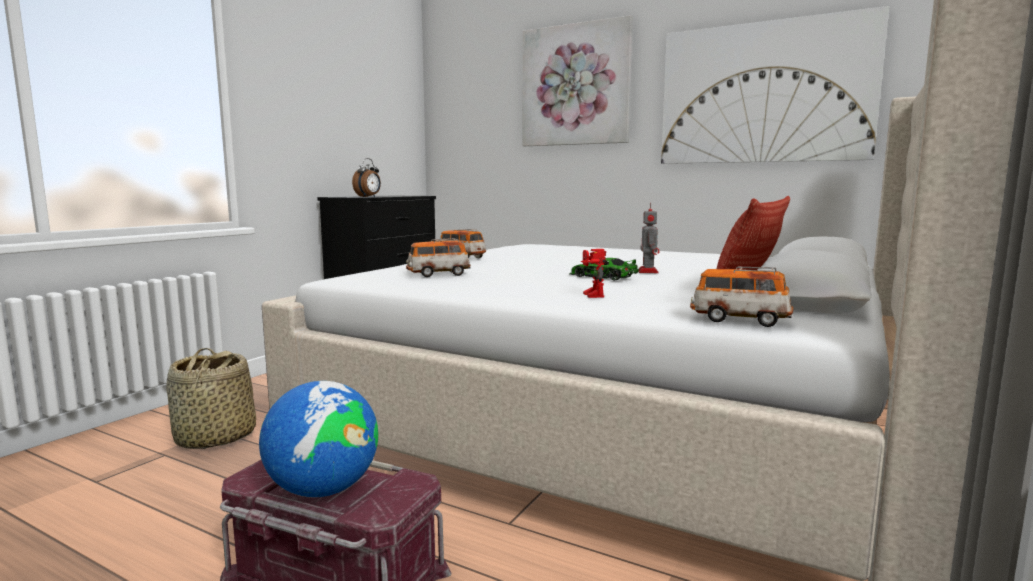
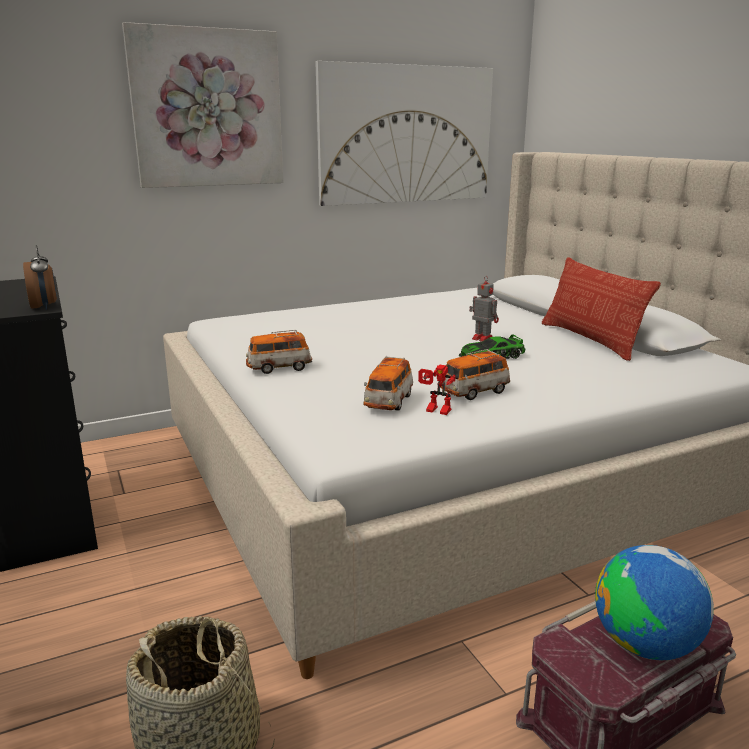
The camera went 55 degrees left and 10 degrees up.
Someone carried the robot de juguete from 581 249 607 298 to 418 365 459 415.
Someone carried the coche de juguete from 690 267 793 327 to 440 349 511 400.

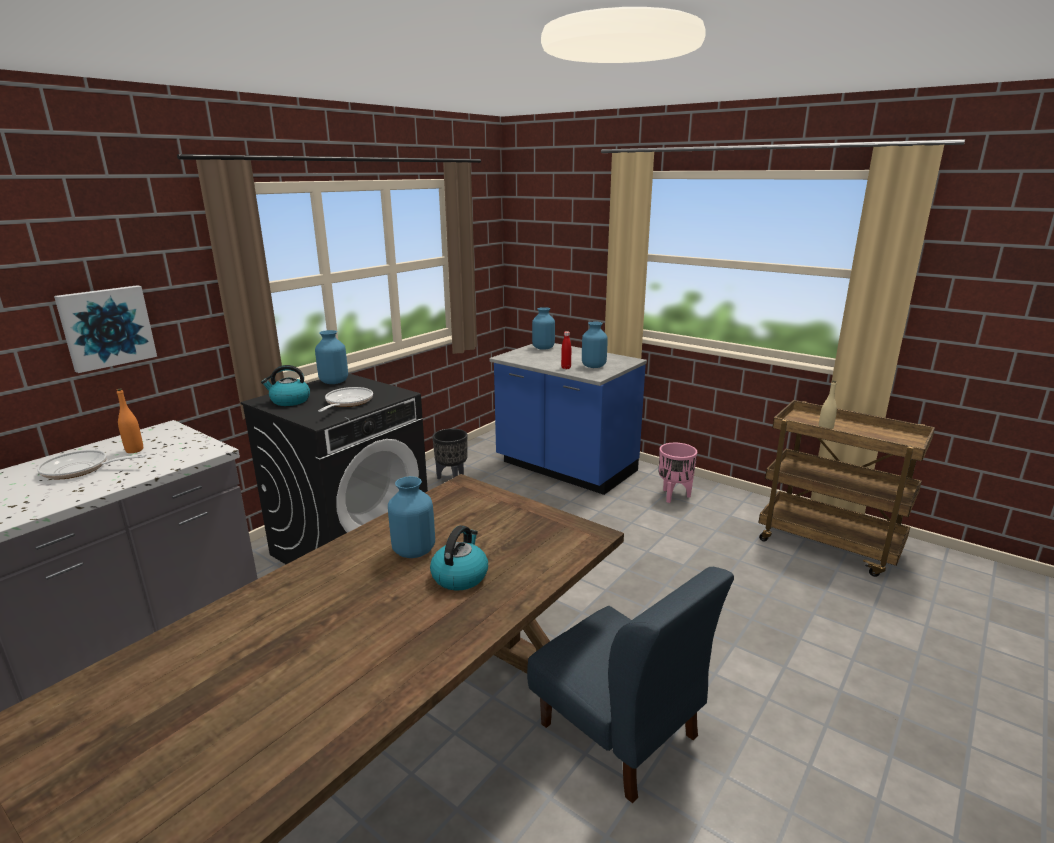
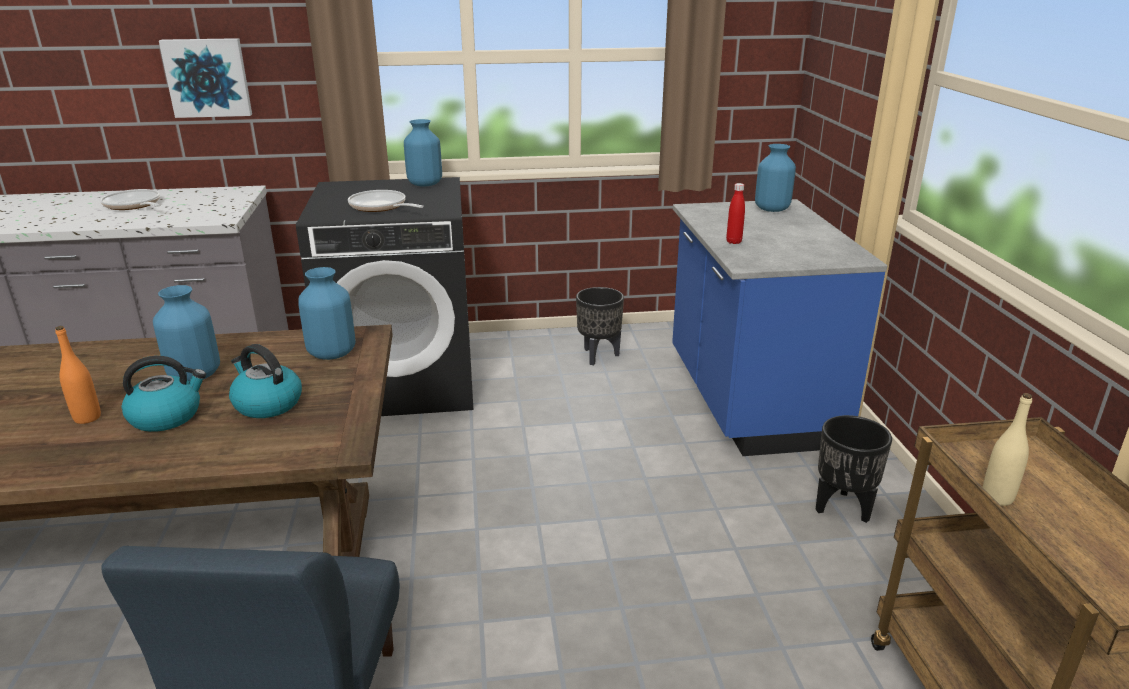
The camera went 45 degrees right and 5 degrees up.
Someone carried the botella (naranja) from 117 389 143 453 to 55 326 101 424.
Someone carried the hervidor from 261 365 310 406 to 229 344 302 418.
Someone carried the florero (azul) from 582 322 608 368 to 298 267 355 360.
Someone rotated the sartén at 318 387 373 412 by 105 degrees counterclockwise.
Someone repainted the maceta (rosa) at 659 443 697 503, which became the maceta (negro) at 816 415 892 523.

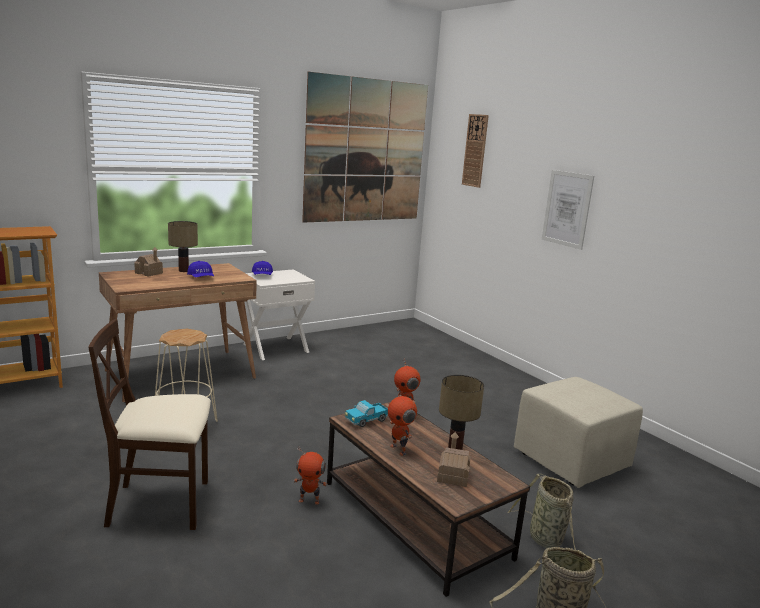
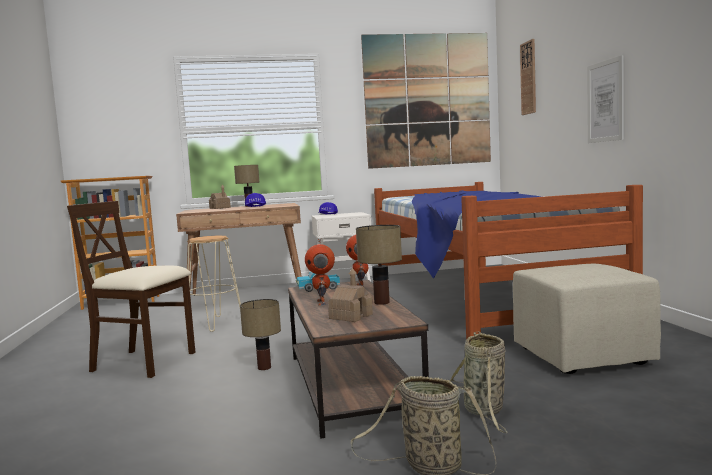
The camera went 25 degrees right and 10 degrees down.
Someone swapped the robot de juguete at 294 447 327 505 for the lámpara de mesa at 240 299 281 370.
Someone put down the cama at 374 182 643 339.

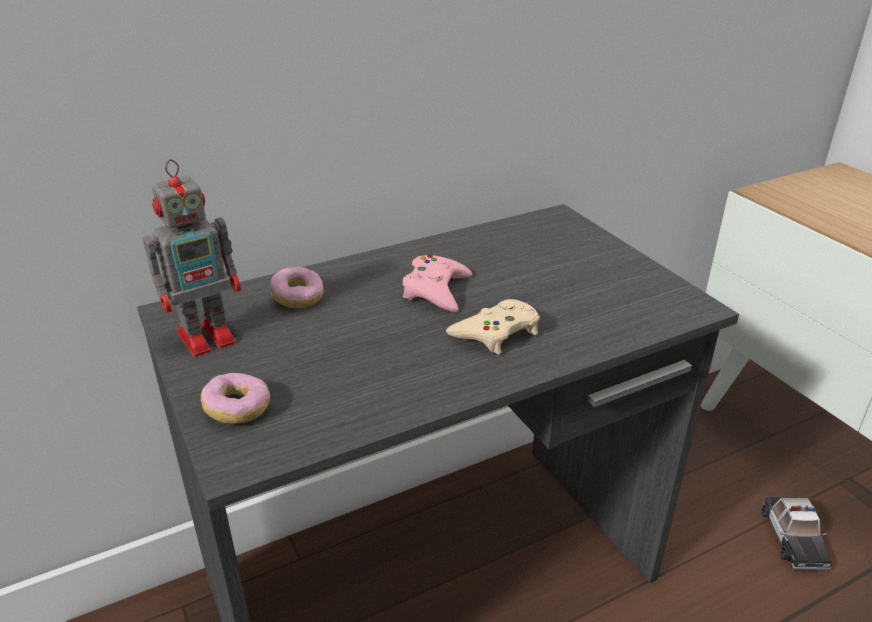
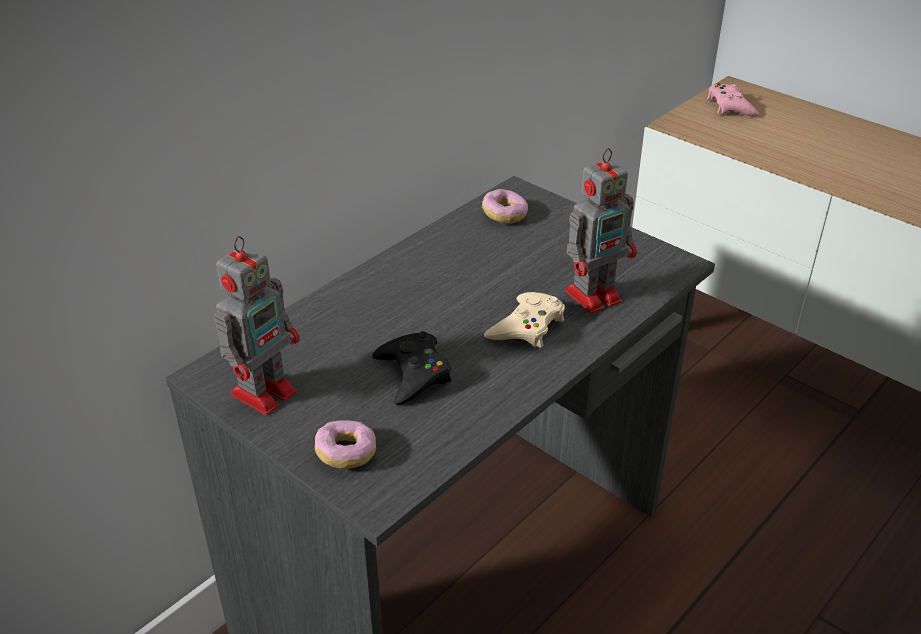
The camera went 20 degrees left and 5 degrees up.
Someone put down the mando de consola (negro) at 372 331 451 405.
Someone carried the rosquilla from 270 267 324 308 to 482 189 528 224.
Someone put down the robot de juguete at 565 148 637 314.
Someone carried the mando de consola (rosa) from 403 254 472 312 to 707 83 759 117.
Someone took away the coche de juguete at 762 497 832 571.

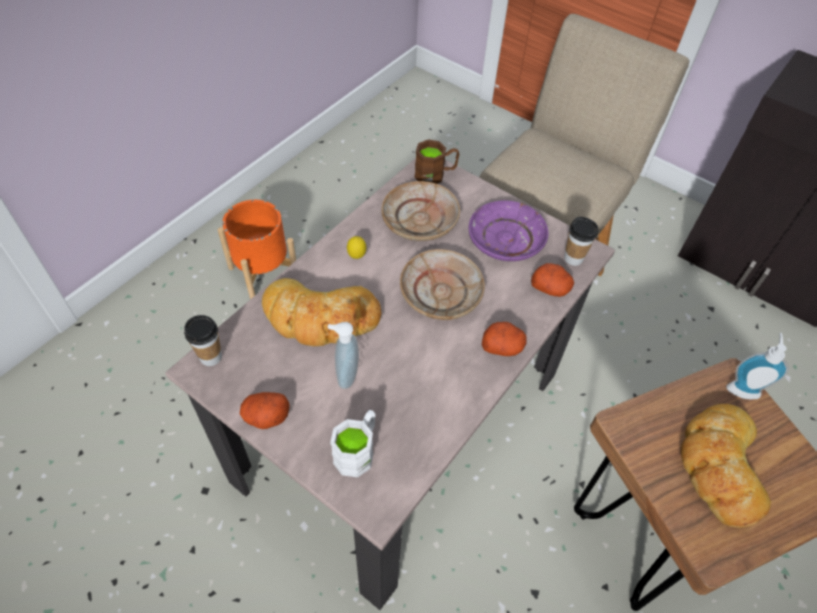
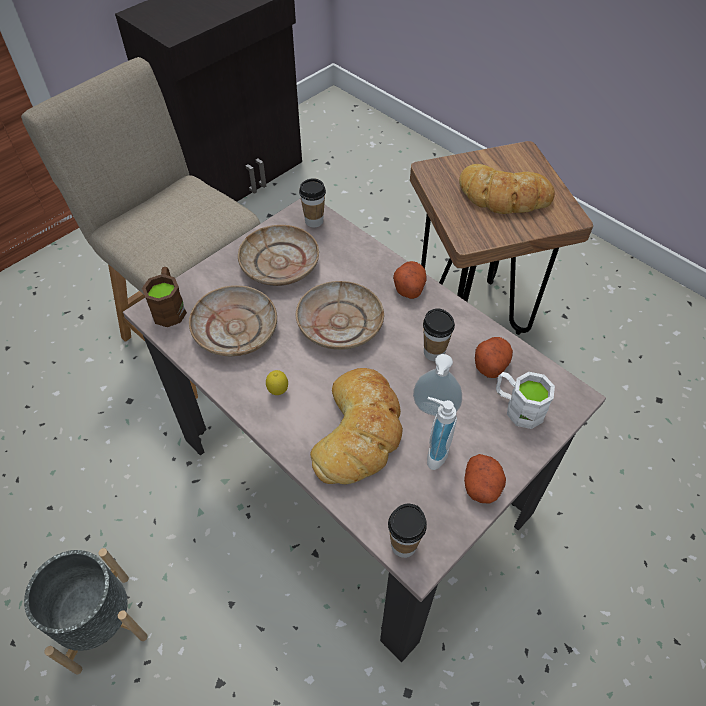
The camera went 80 degrees left and 0 degrees up.
Someone repainted the maceta (naranja) at 218 200 296 299, which became the maceta (gris) at 24 548 148 674.
Someone repainted the plato (morado) at 469 200 549 261, which became the plato (beis) at 238 225 319 286.
Someone put down the taza at 423 308 455 361.
Someone carried the dispensador de jabón from 726 333 789 400 to 427 397 457 470.
Someone carried the patata from 531 263 574 297 to 475 337 513 378.

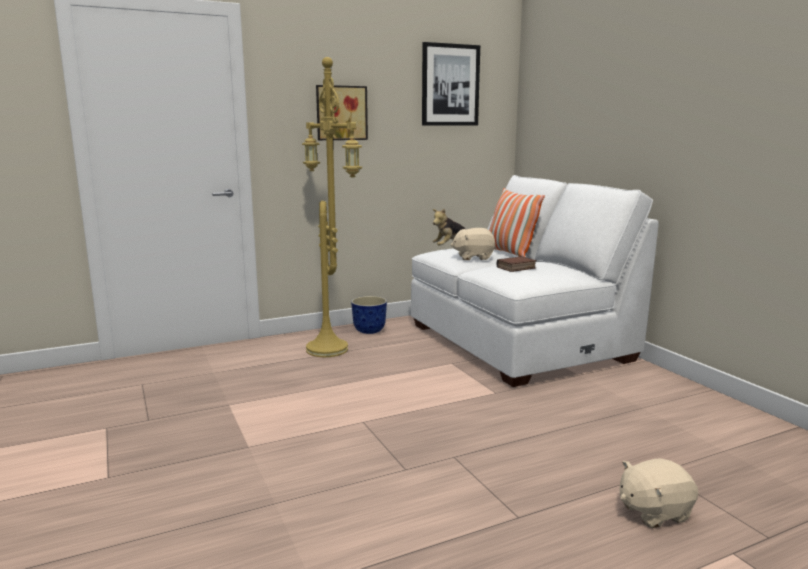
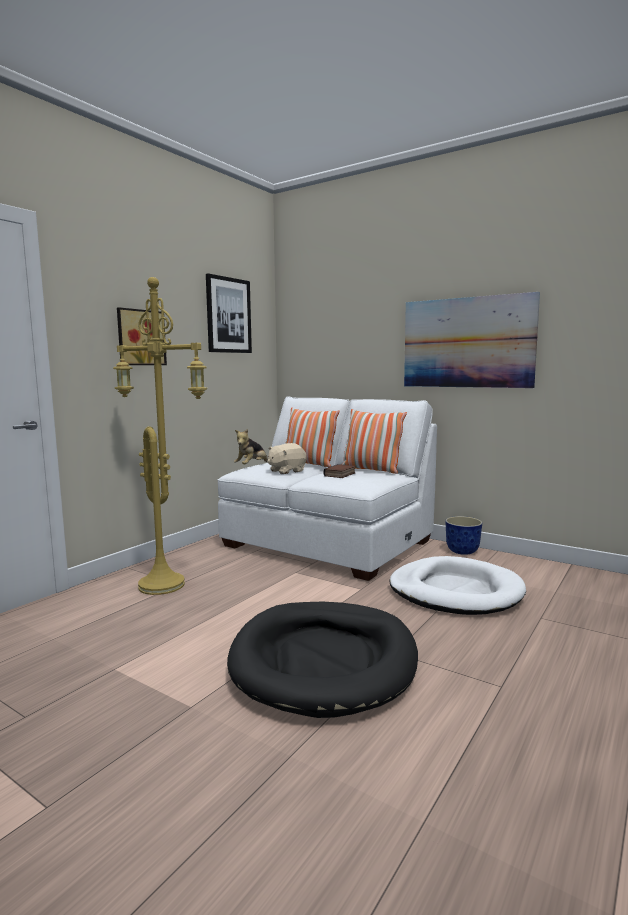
The camera went 30 degrees left and 5 degrees down.
Someone put down the cama para perro (negro) at 227 602 418 718.
Someone put down the cojín at 341 409 407 474.
Someone put down the cama para perro (blanco) at 390 556 526 615.
Someone put up the cuadro at 404 292 540 388.
Someone carried the maceta from 351 296 387 334 to 445 516 482 555.
Someone took away the peluche (beis) at 620 458 698 528.

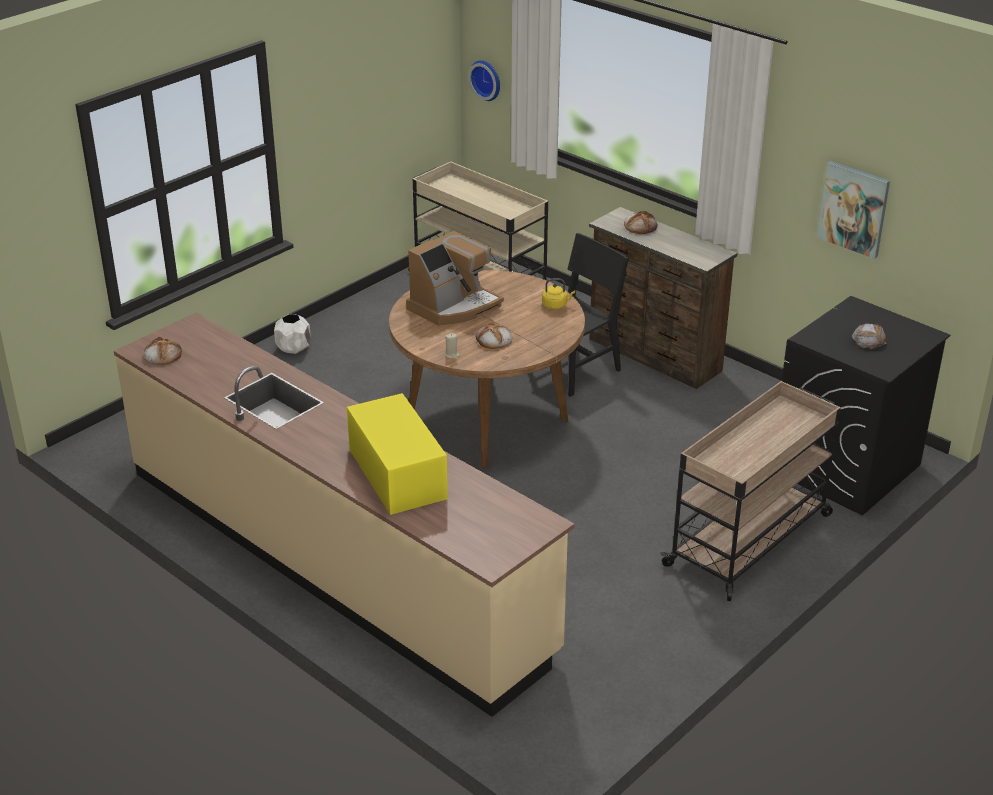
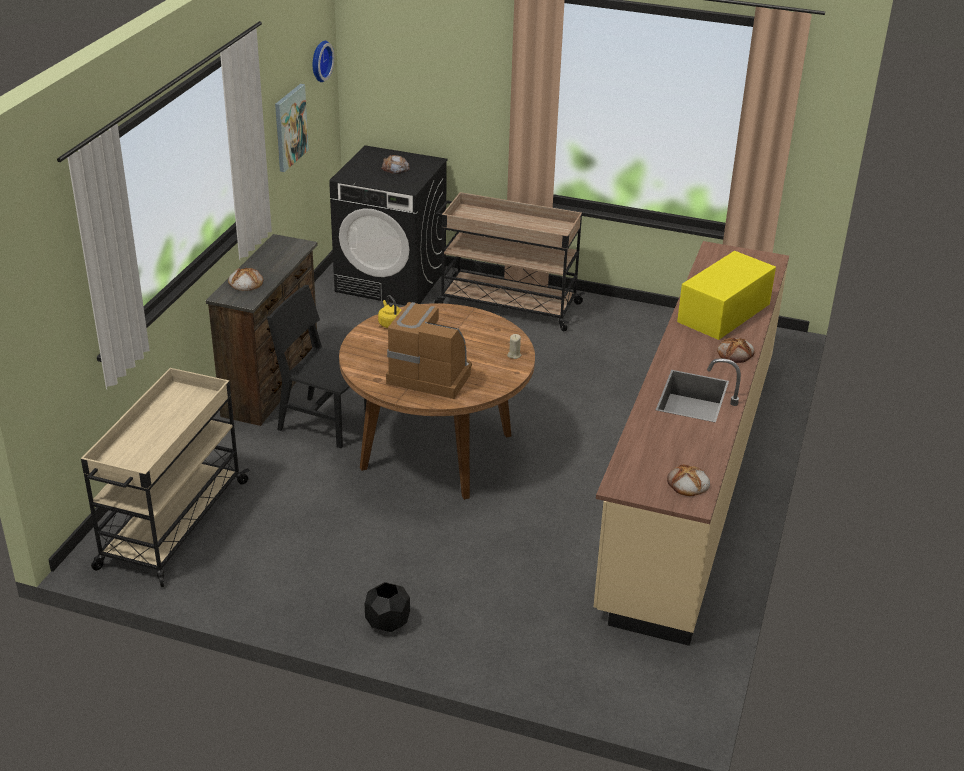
The camera went 115 degrees left and 0 degrees up.
Someone carried the reloj de pared from 468 60 500 101 to 313 41 334 82.
Someone repainted the maceta (blanco) at 274 314 311 354, which became the maceta (negro) at 365 582 410 632.
Someone carried the pan from 475 323 512 349 to 717 338 755 363.

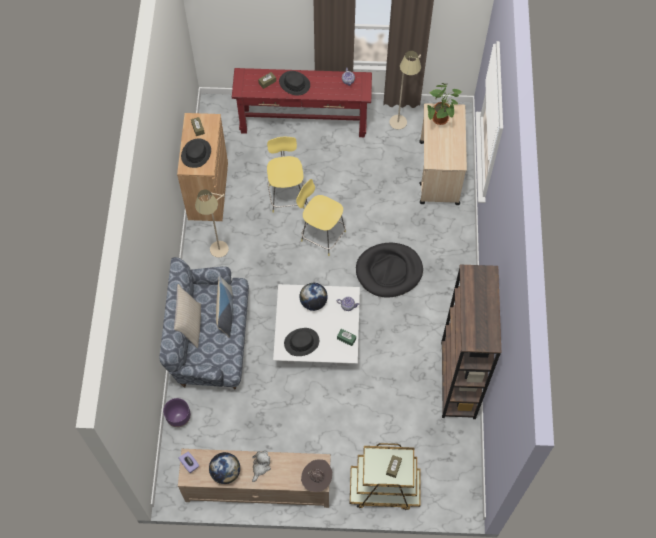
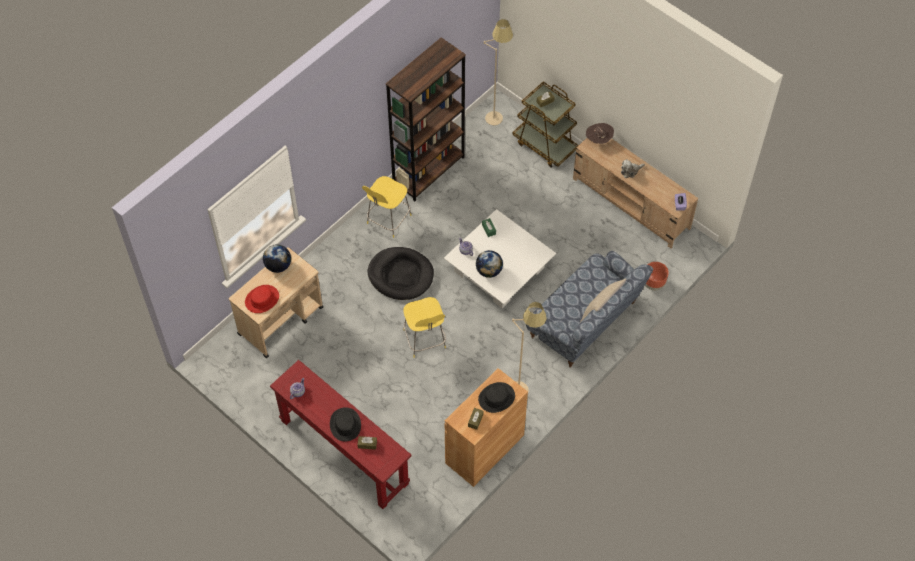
The camera went 140 degrees left and 5 degrees down.
Someone swapped the planta en maceta at 427 83 462 125 for the sombrero (rojo) at 245 285 279 313.
Someone carried the globo terráqueo from 209 452 240 484 to 263 244 291 273.
Someone carried the taburete (amarillo) from 267 137 305 213 to 362 176 411 238.
Someone carried the lámpara de pie (beis) from 389 51 421 130 to 484 19 513 125.
Someone repainted the maceta (morado) at 163 398 191 428, which became the maceta (marrón) at 645 262 669 291.
Someone took away the cojín at 216 275 233 338.
Someone took away the sombrero (negro) at 284 328 319 356.

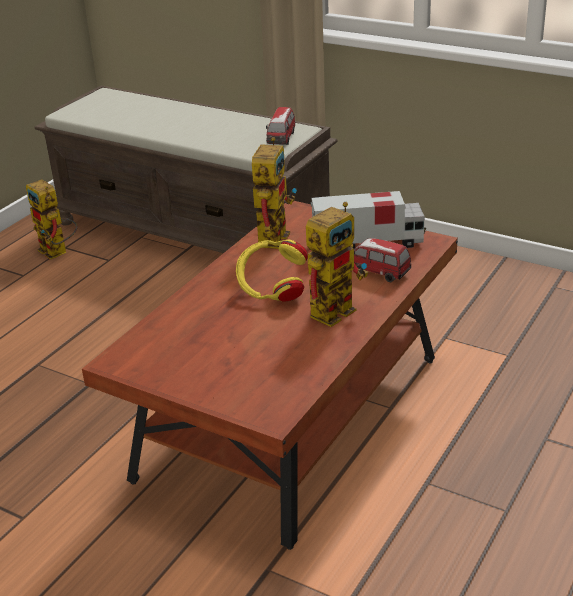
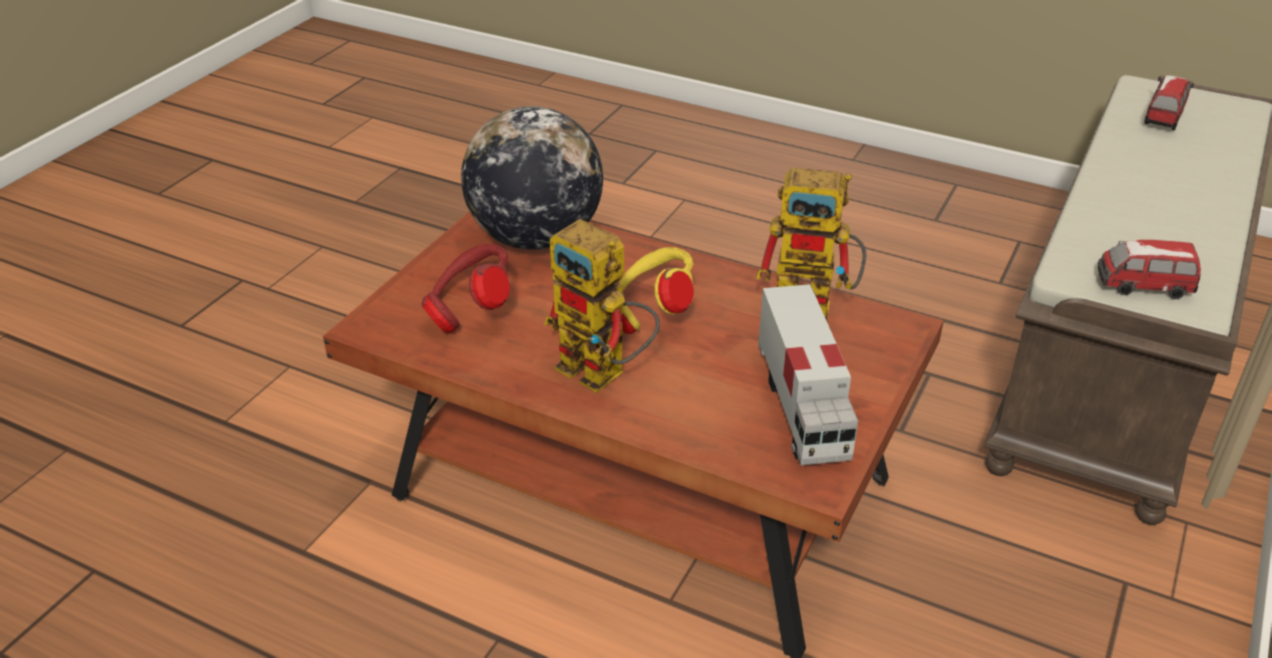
The camera went 85 degrees right and 5 degrees up.
Someone put down the auriculares (rojo) at 422 244 510 333.
Someone put down the globo terráqueo at 461 106 603 250.
Someone carried the coche de juguete from 354 238 411 282 to 1144 75 1194 130.
Someone took away the robot de juguete at 26 179 77 260.

